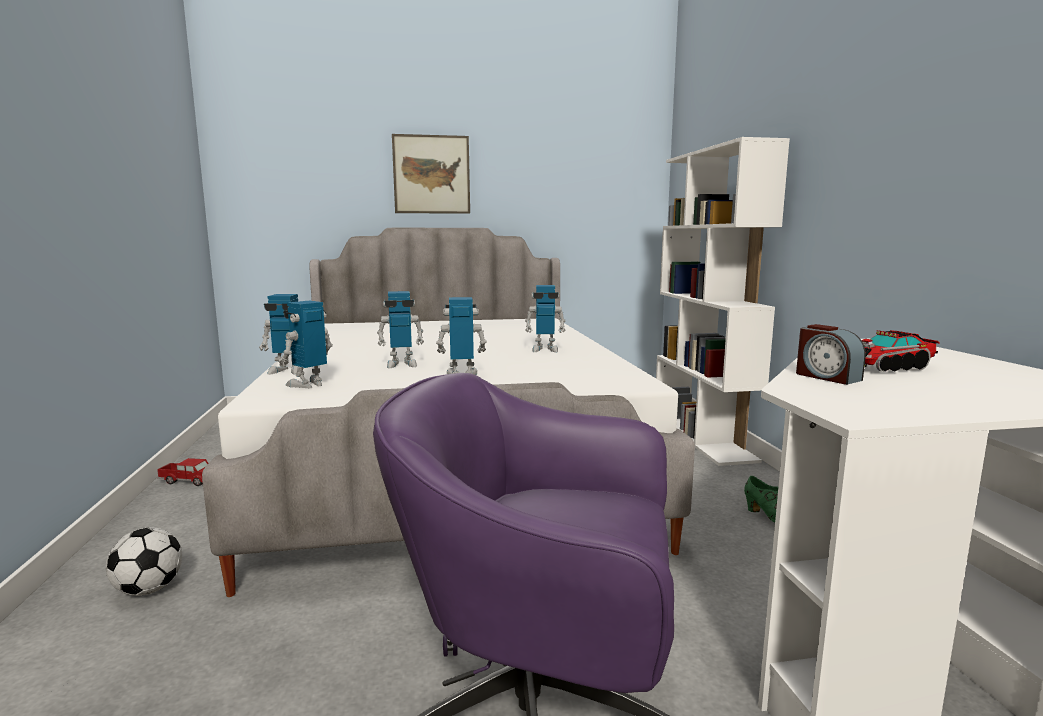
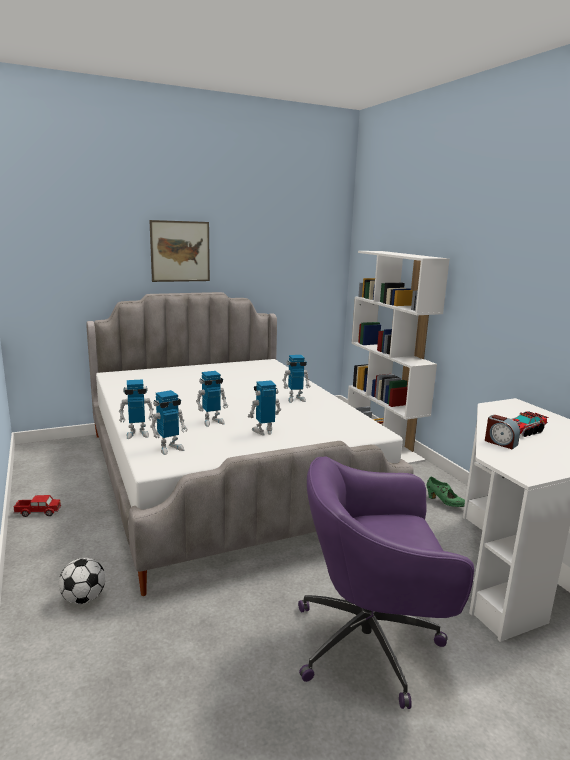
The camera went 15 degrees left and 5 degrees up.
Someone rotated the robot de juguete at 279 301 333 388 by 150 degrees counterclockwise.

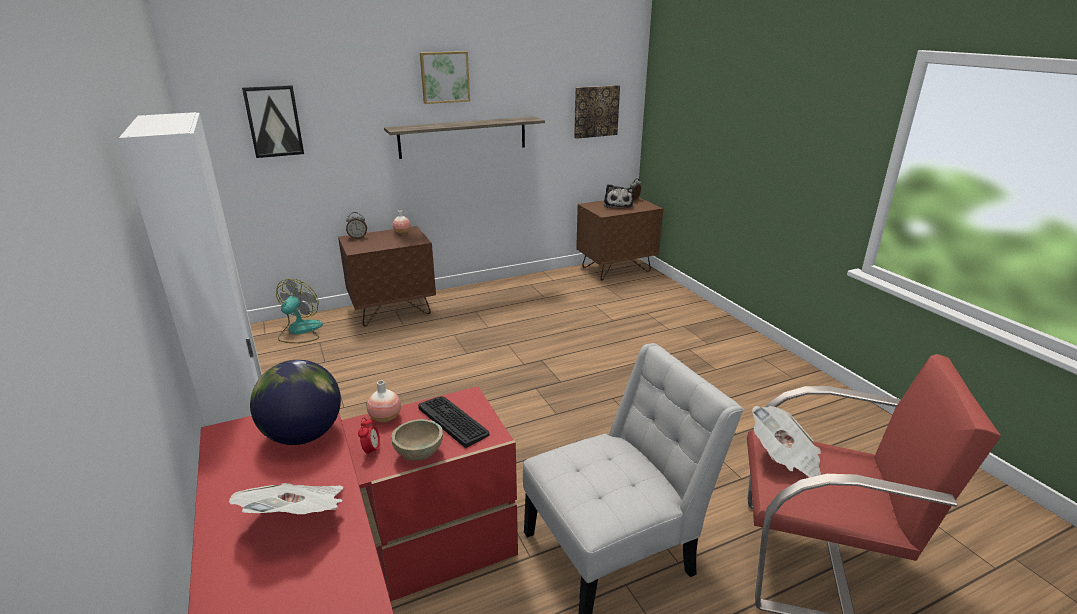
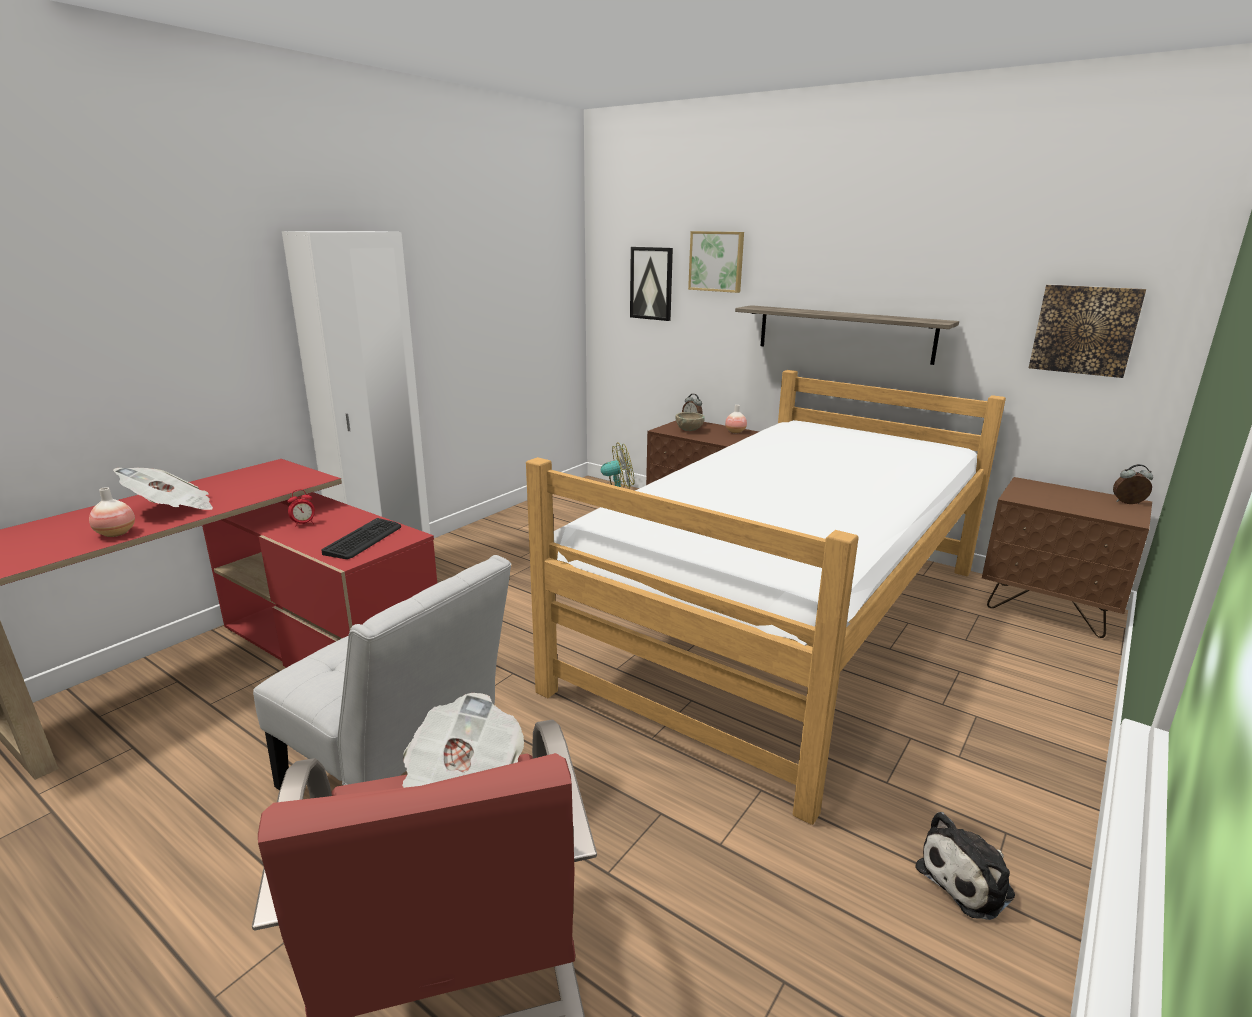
The camera went 60 degrees right and 5 degrees down.
Someone carried the florero from 367 380 401 422 to 89 487 135 537.
Someone put down the cama at 526 370 1006 825.
Someone carried the cuenco (beis) from 391 419 443 461 to 675 412 705 431.
Someone carried the cuadro from 420 51 470 104 to 688 231 744 293.
Someone carried the peluche from 604 184 634 208 to 915 812 1015 920.
Someone took away the globo terráqueo at 250 360 341 445.

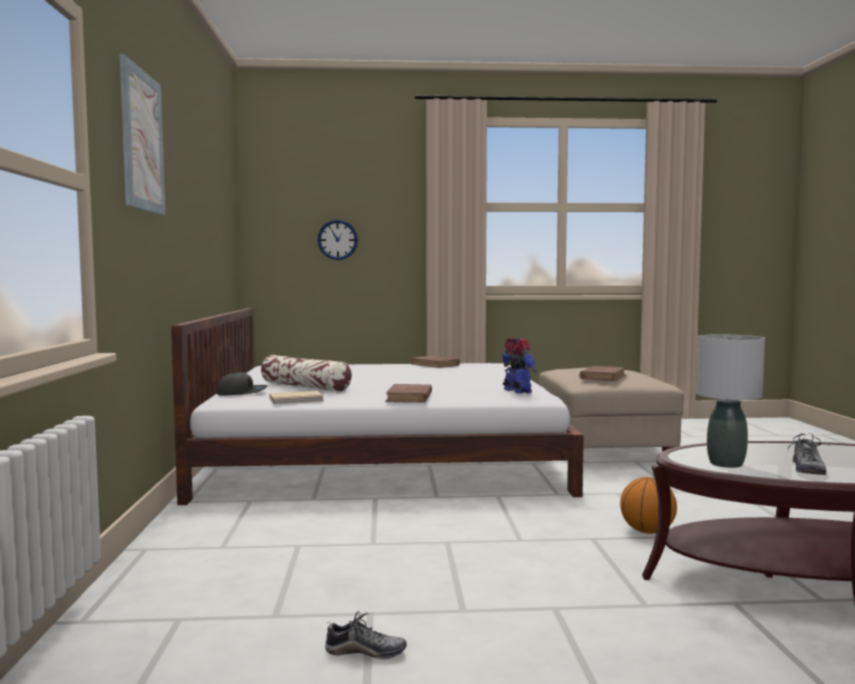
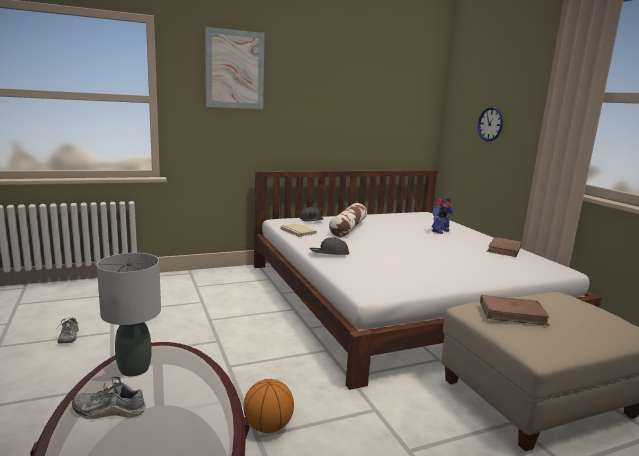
The camera went 70 degrees right and 10 degrees up.
Someone swapped the libro (marrón) at 385 384 432 403 for the gorra (gris) at 309 237 349 255.
Someone carried the robot de juguete from 502 337 537 394 to 432 197 454 234.

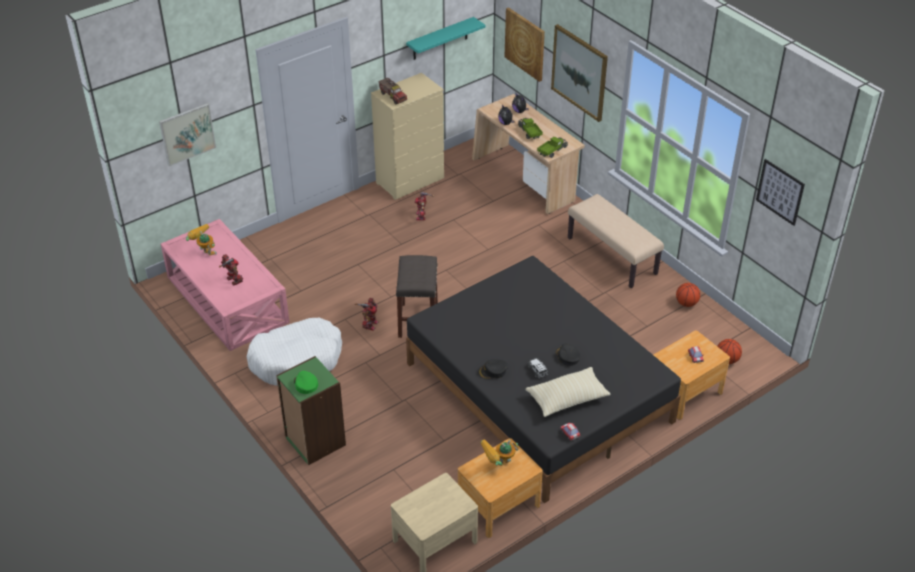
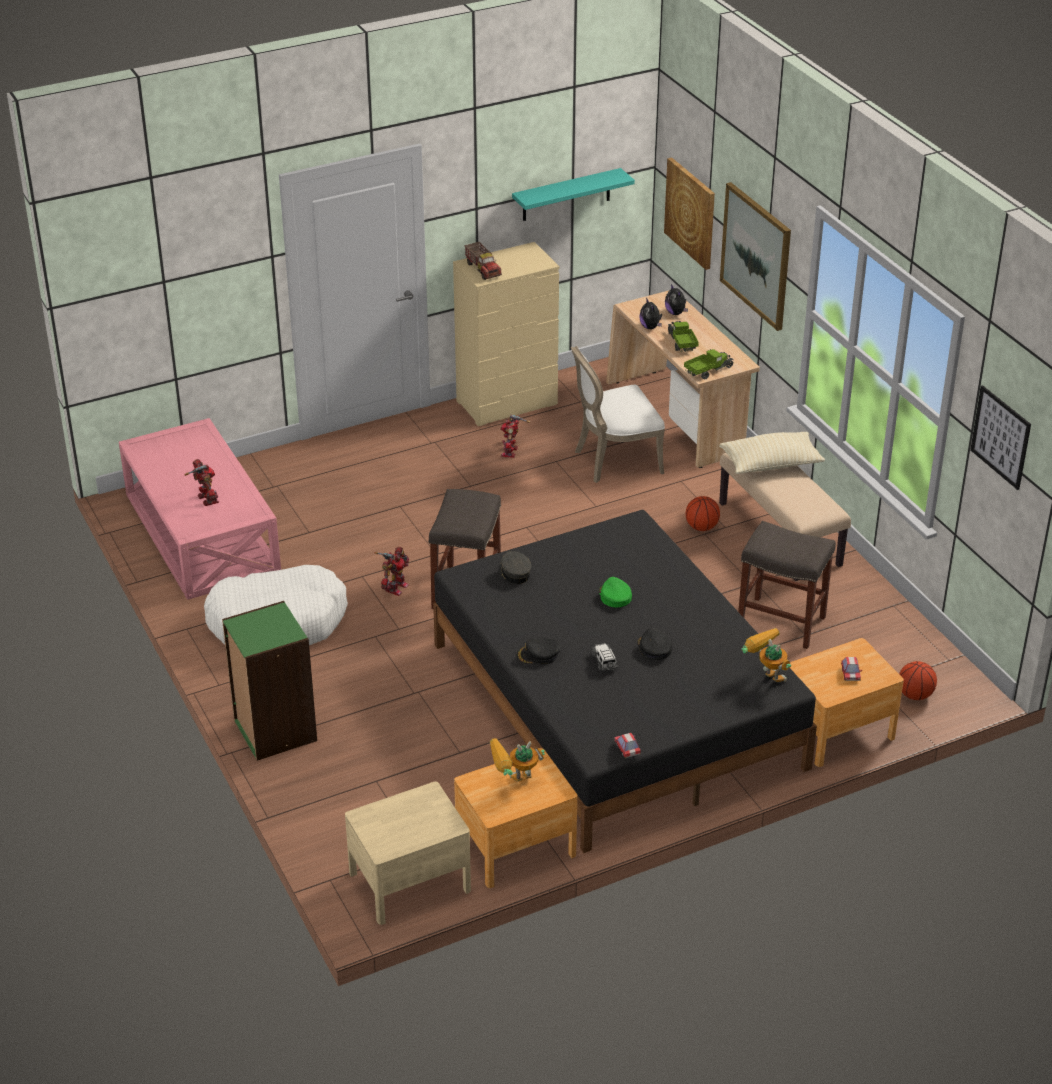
The camera went 10 degrees right and 5 degrees down.
Someone put down the gorra (gris) at 499 551 531 584.
Someone put down the silla (blanco) at 571 346 665 483.
Someone carried the gorra (verde) from 294 371 318 394 to 599 577 632 607.
Someone carried the balón de baloncesto from 676 283 700 307 to 686 496 720 531.
Someone carried the cojín (beis) from 526 367 611 417 to 719 432 825 474.
Someone put down the taburete (gris) at 738 521 836 649.
Someone carried the robot de juguete from 186 224 217 255 to 741 628 791 682.
Someone took away the cuadro at 159 103 216 166.

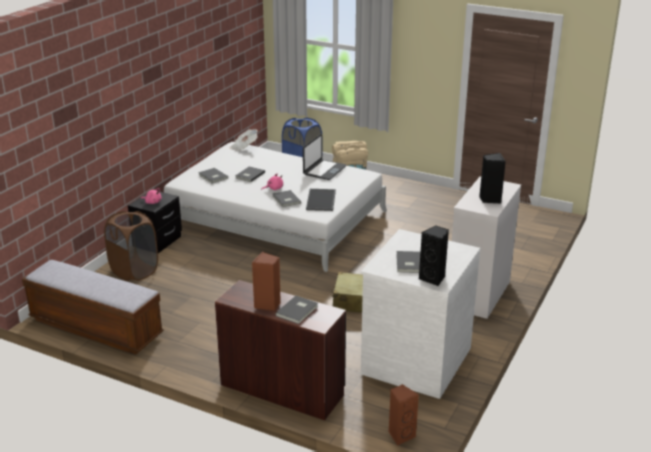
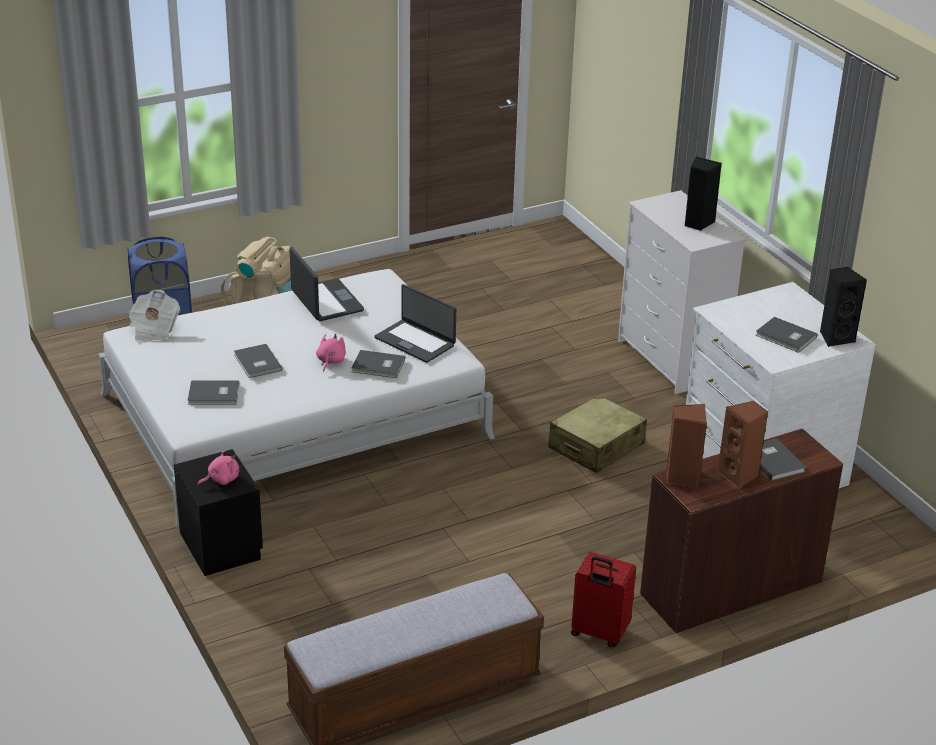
The camera went 55 degrees left and 5 degrees up.
Someone swapped the bandeja at 306 189 336 211 for the portátil at 374 284 456 363.
Someone put down the maleta (rojo) at 571 552 636 647.
Someone carried the altavoz (marrón) from 388 384 419 446 to 666 404 707 489.
Someone took away the cesto de la ropa (marrón) at 104 211 158 281.

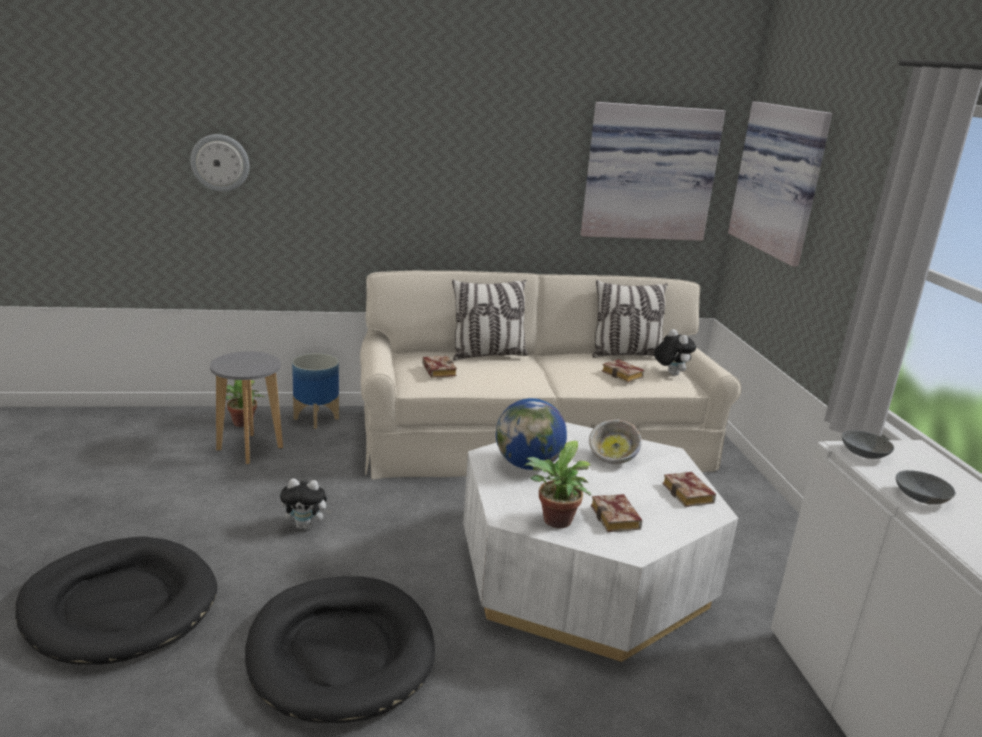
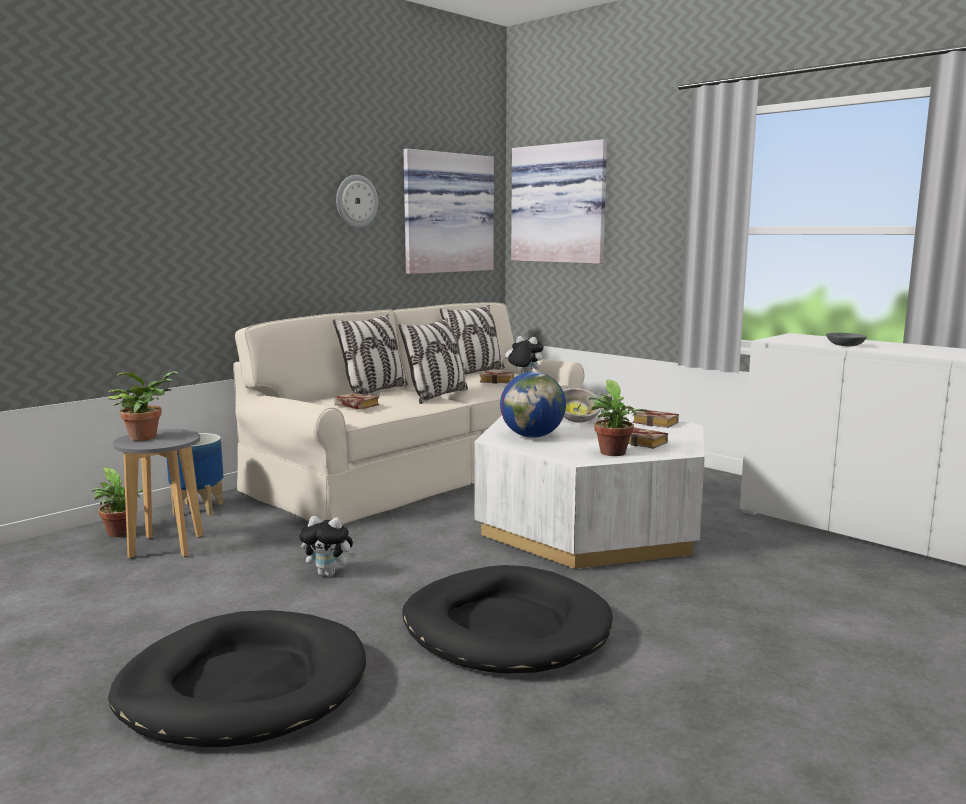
The camera went 35 degrees left and 10 degrees down.
Someone put down the planta en maceta at 108 371 178 441.
Someone rotated the peluche at 280 478 332 530 by 45 degrees clockwise.
Someone carried the reloj de pared from 190 134 249 192 to 336 175 378 228.
Someone put down the cojín at 398 318 468 404.
Someone took away the cuenco (gris) at 842 430 894 459.

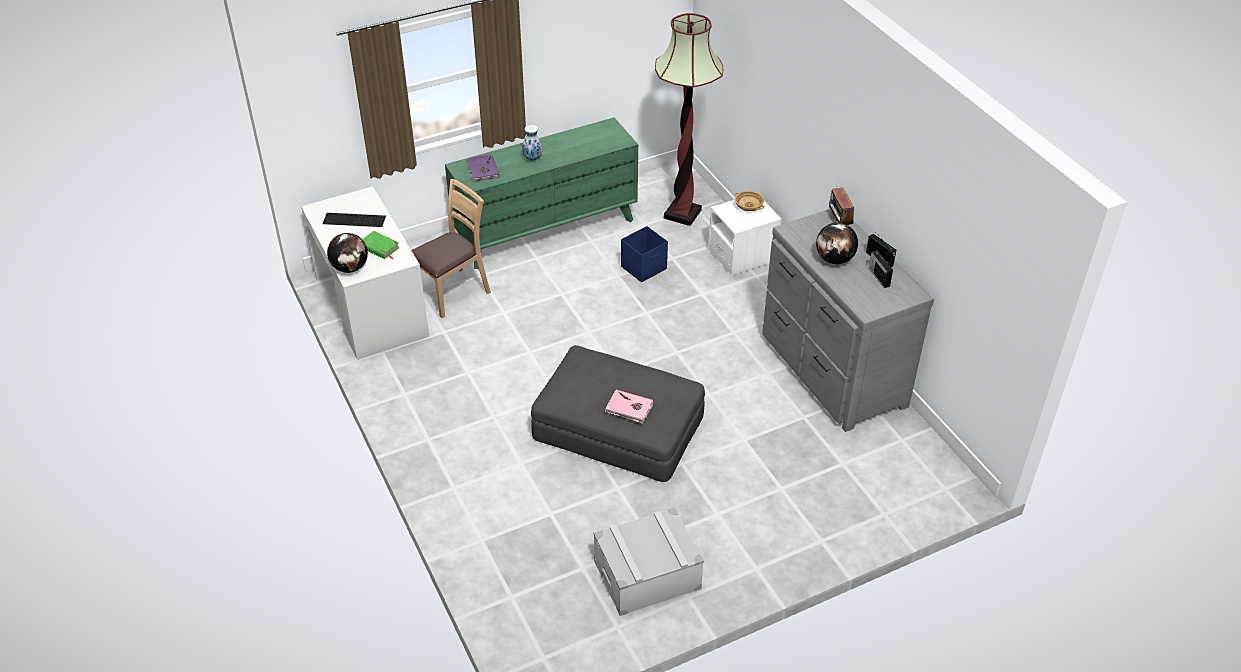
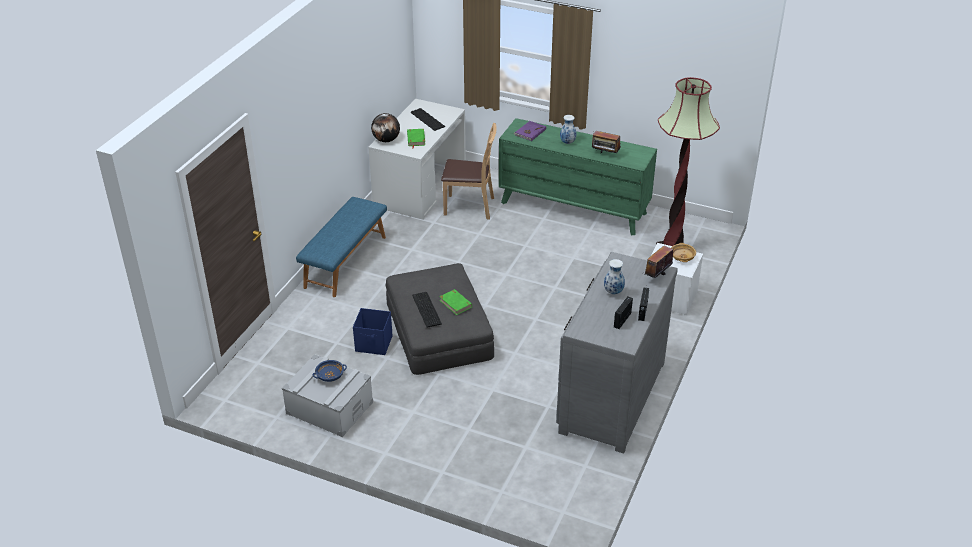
The camera went 50 degrees right and 5 degrees down.
Someone put down the banco (azul) at 296 197 387 297.
Someone put down the cuenco (azul) at 313 360 347 382.
Someone carried the caja de almacenaje (azul) from 621 226 668 282 to 353 308 393 355.
Someone swapped the libro (rosa) at 605 390 653 424 for the teclado at 412 292 442 328.
Someone put down the libro (verde) at 439 289 472 315.
Someone put down the radio at 592 131 621 154.
Someone swapped the globo terráqueo at 816 222 858 264 for the florero at 604 259 625 294.

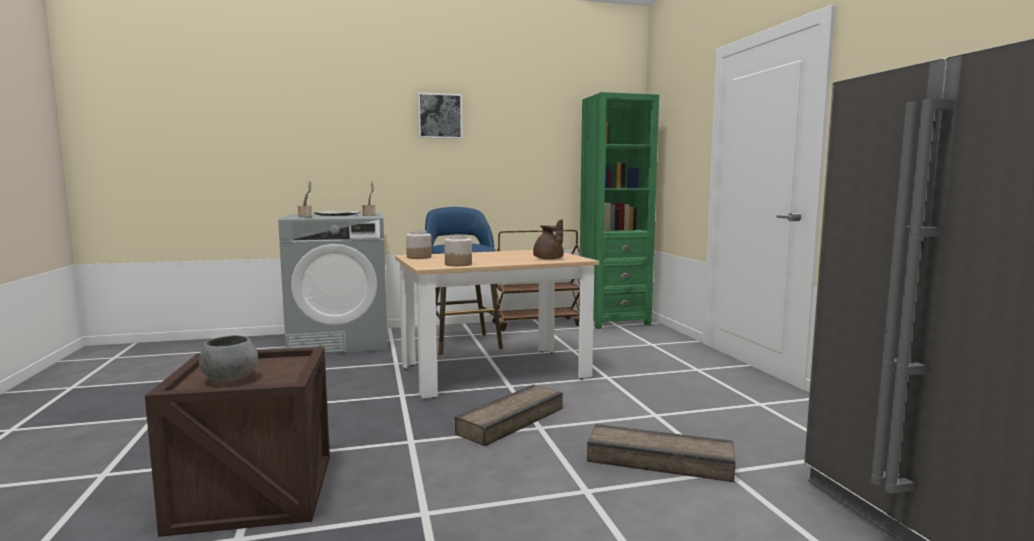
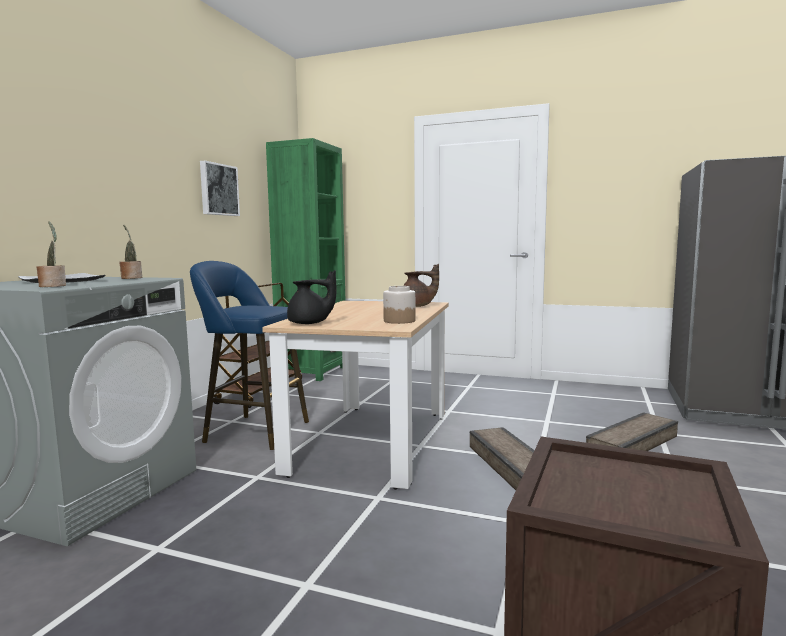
The camera went 55 degrees left and 0 degrees up.
Someone carried the cuadro from 418 93 462 139 to 200 161 240 216.
Someone swapped the tarro at 406 230 432 259 for the tetera (negro) at 287 270 337 324.
Someone took away the cuenco (gris) at 199 335 258 383.

